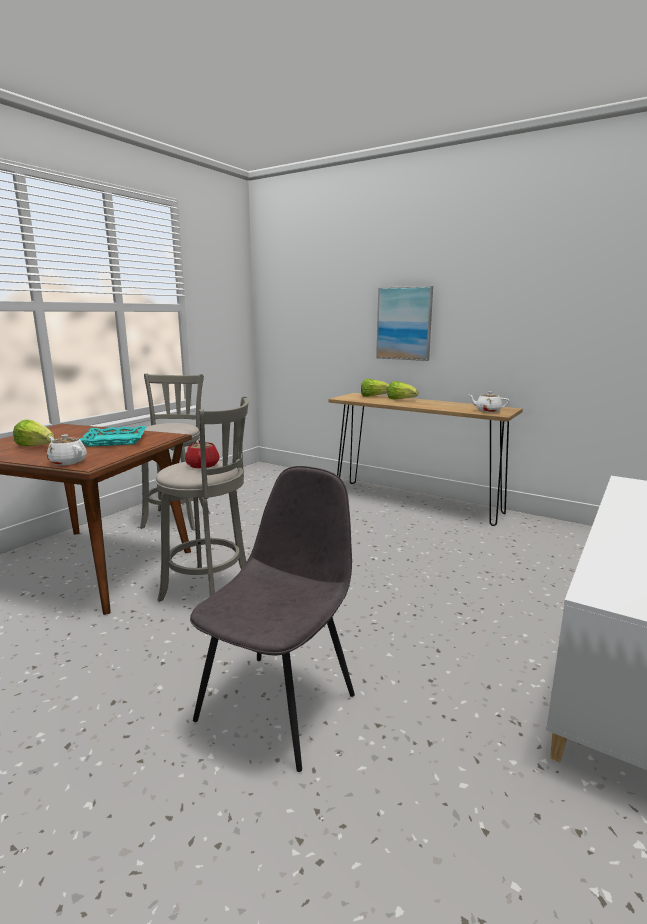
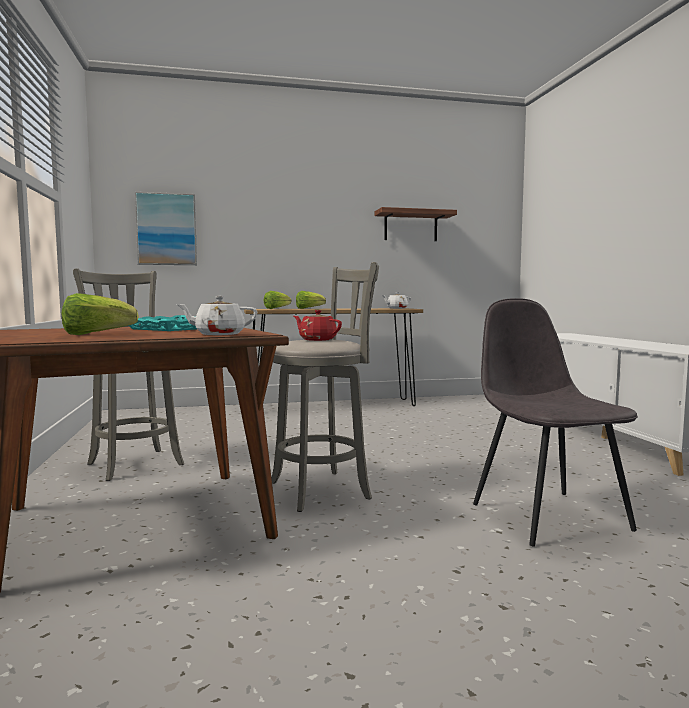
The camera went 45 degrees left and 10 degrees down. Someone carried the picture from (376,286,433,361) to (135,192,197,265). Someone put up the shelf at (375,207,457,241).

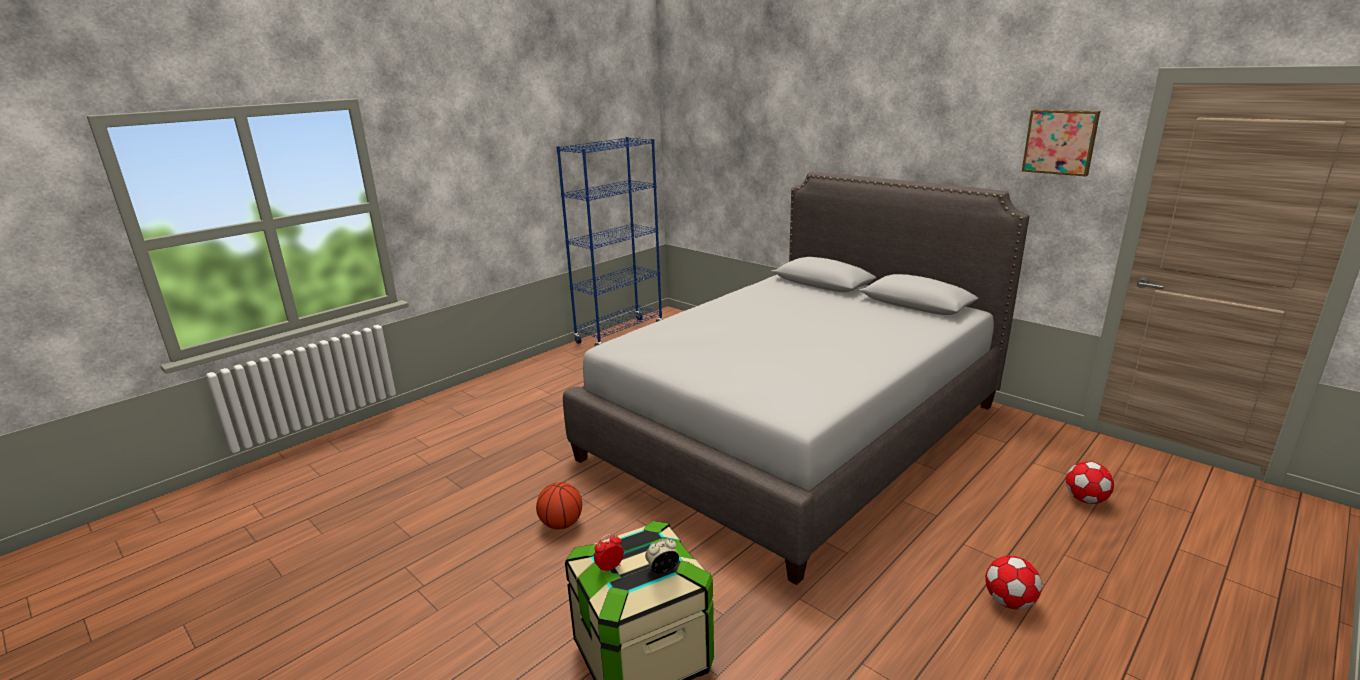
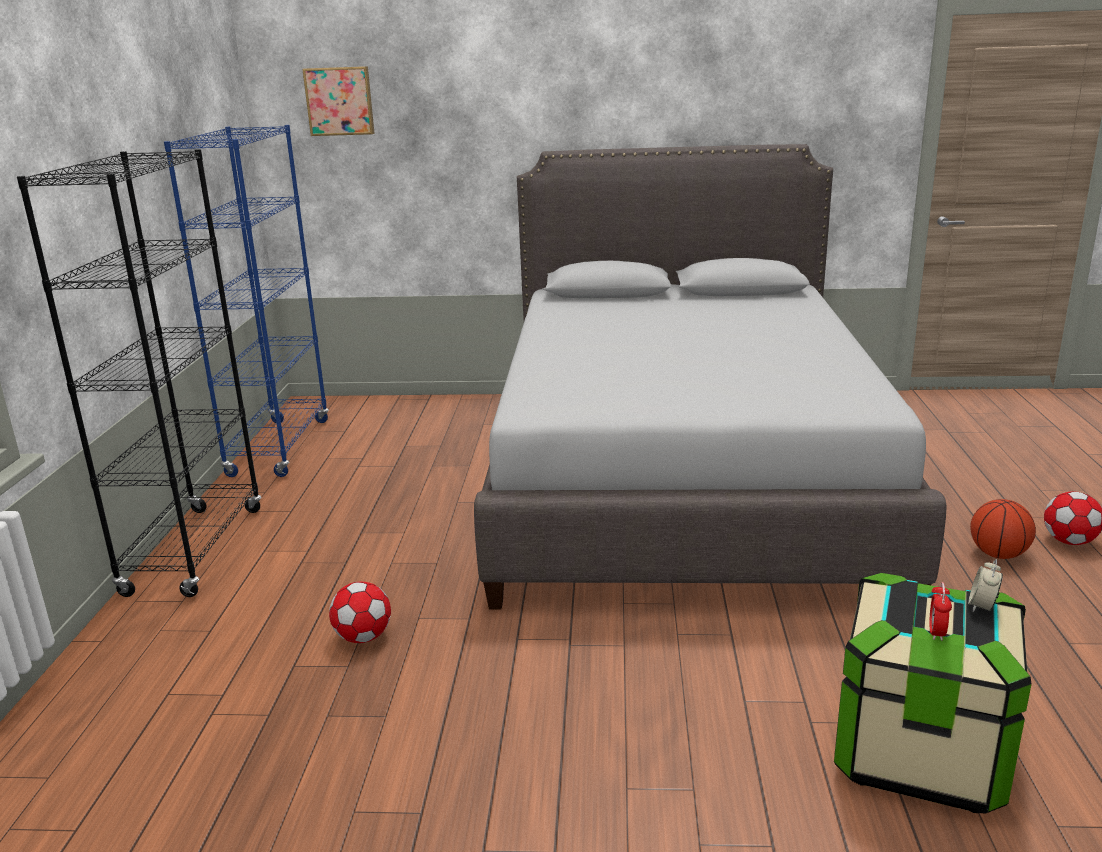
The camera went 40 degrees left and 0 degrees up. Someone carried the basketball from (536,482,582,529) to (970,499,1036,559). Someone carried the picture from (1022,109,1100,176) to (302,66,375,136). Someone carried the football from (1066,461,1114,504) to (329,581,391,643). Someone put down the black bookcase at (17,149,262,597).

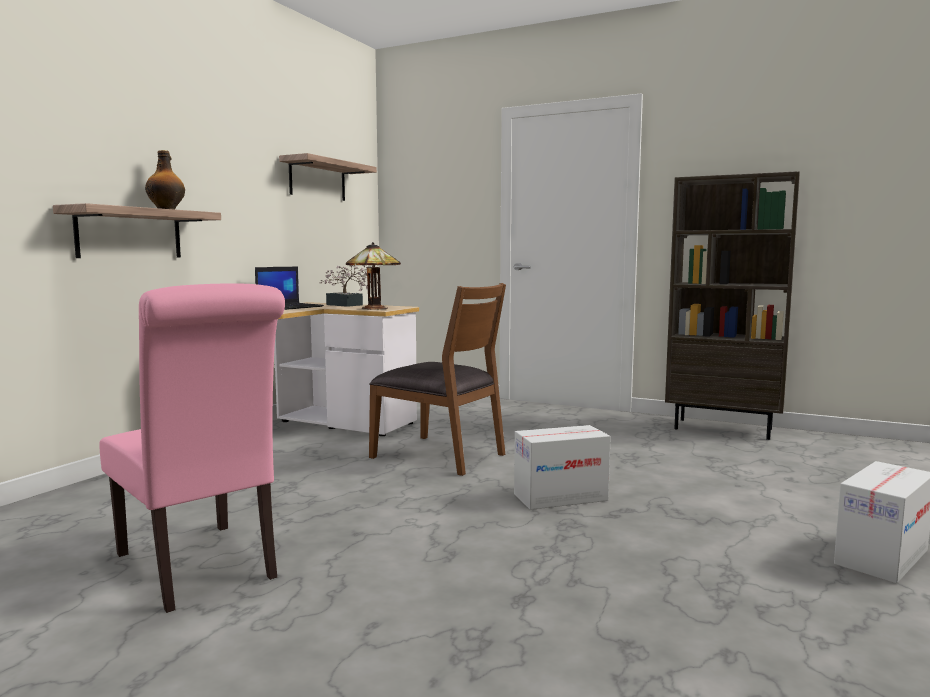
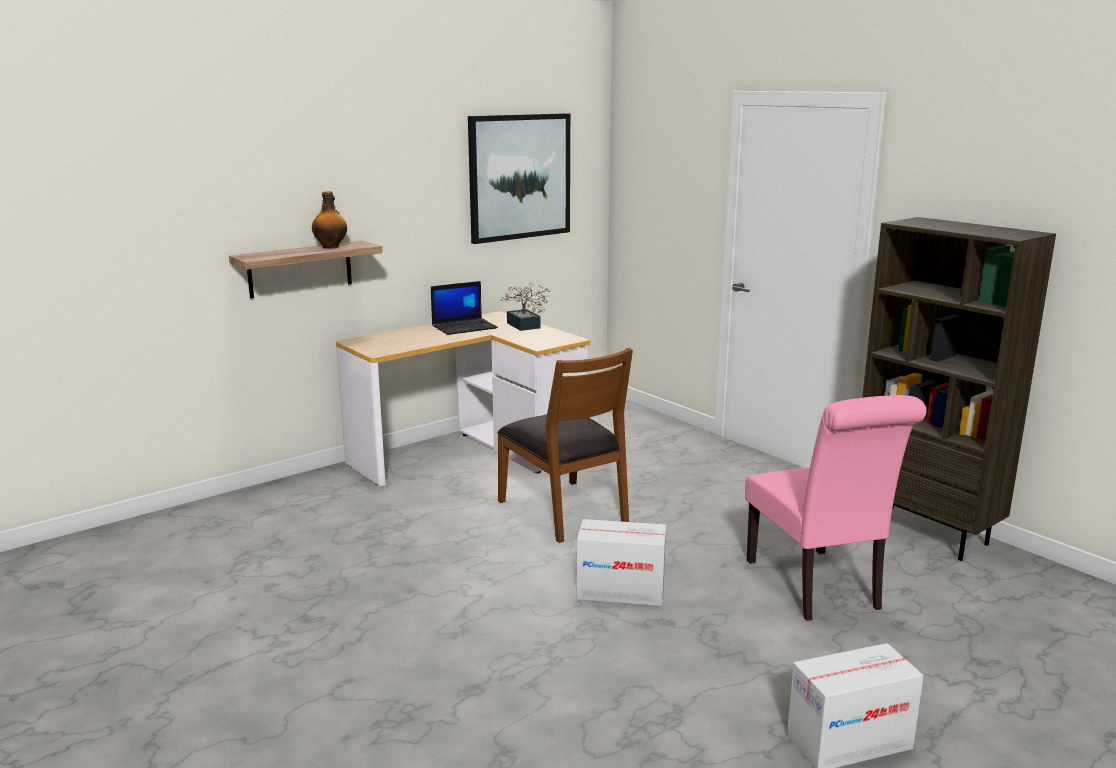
The camera went 25 degrees right and 10 degrees up. Someone carried the pink chair from (99,283,285,613) to (745,395,927,621). Someone swapped the shelf at (279,153,377,201) for the picture at (468,113,570,244). Someone took away the table lamp at (346,242,401,310).

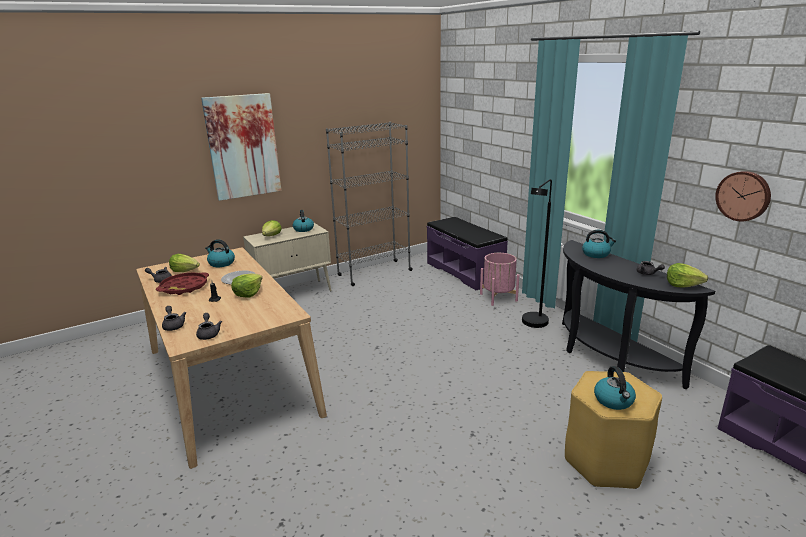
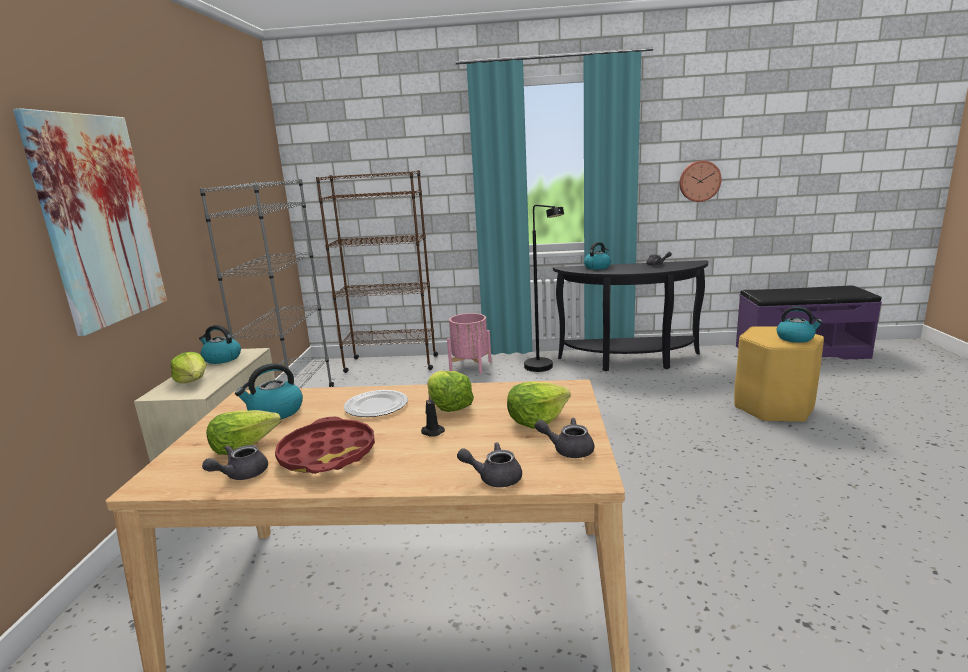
The camera went 55 degrees left and 5 degrees down. Someone swapped the purple bench at (427,217,508,290) for the brown bookcase at (316,170,438,373). Someone carried the lettuce from (667,263,708,288) to (507,382,571,429).

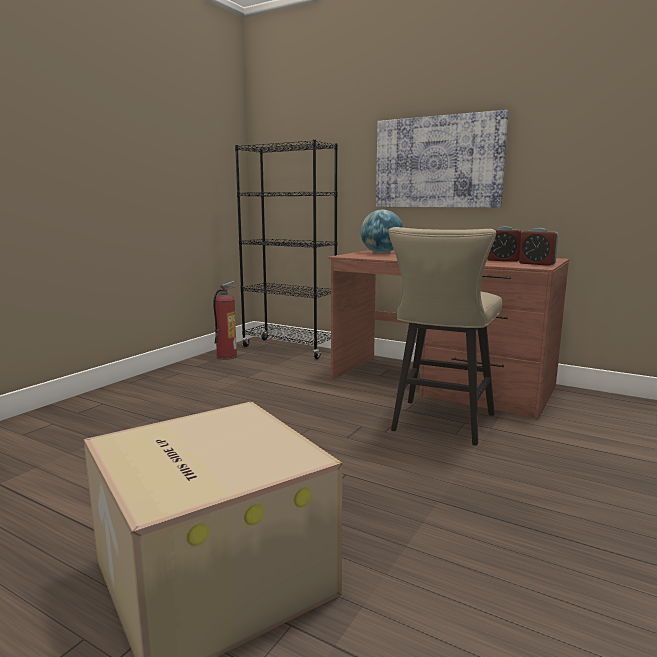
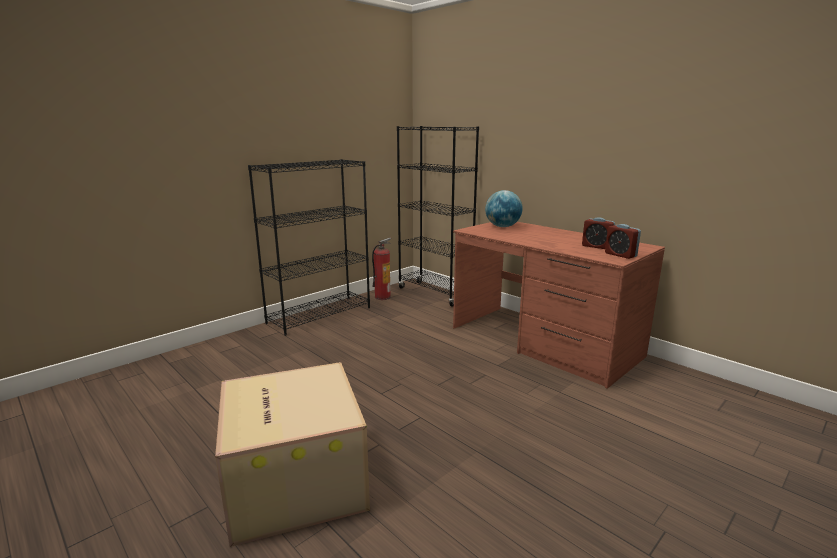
The camera went 15 degrees right and 5 degrees up. Someone took away the picture at (376,110,508,207). Someone took away the beige stool at (388,227,502,446). Someone put down the black bookcase at (248,159,370,336).

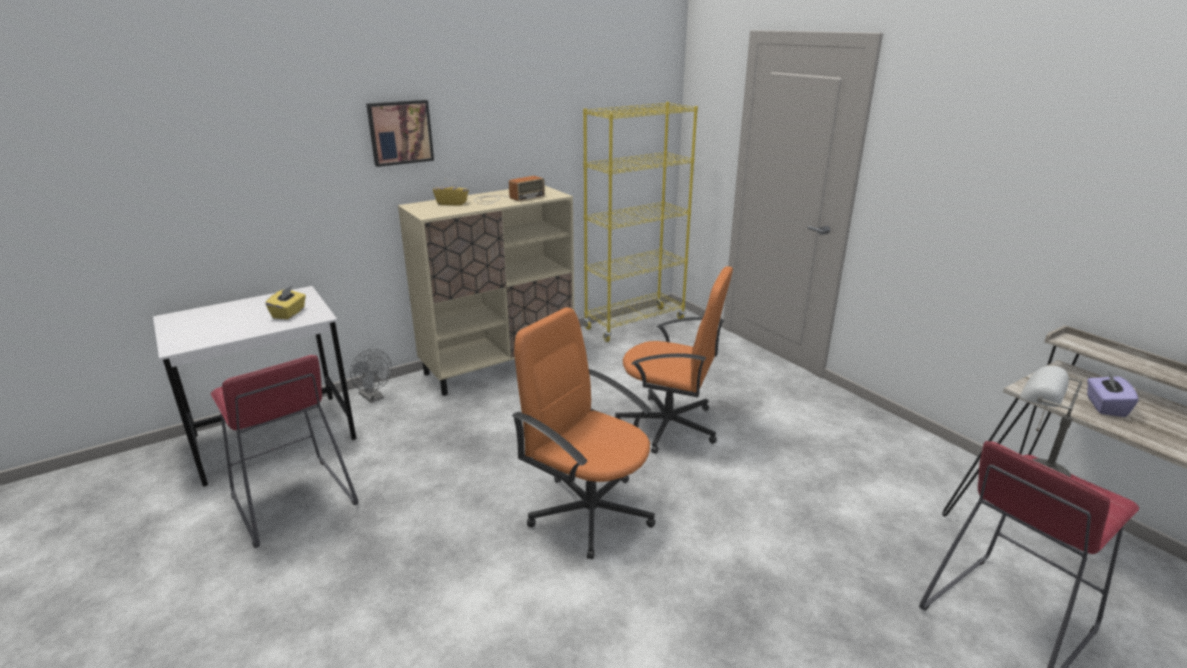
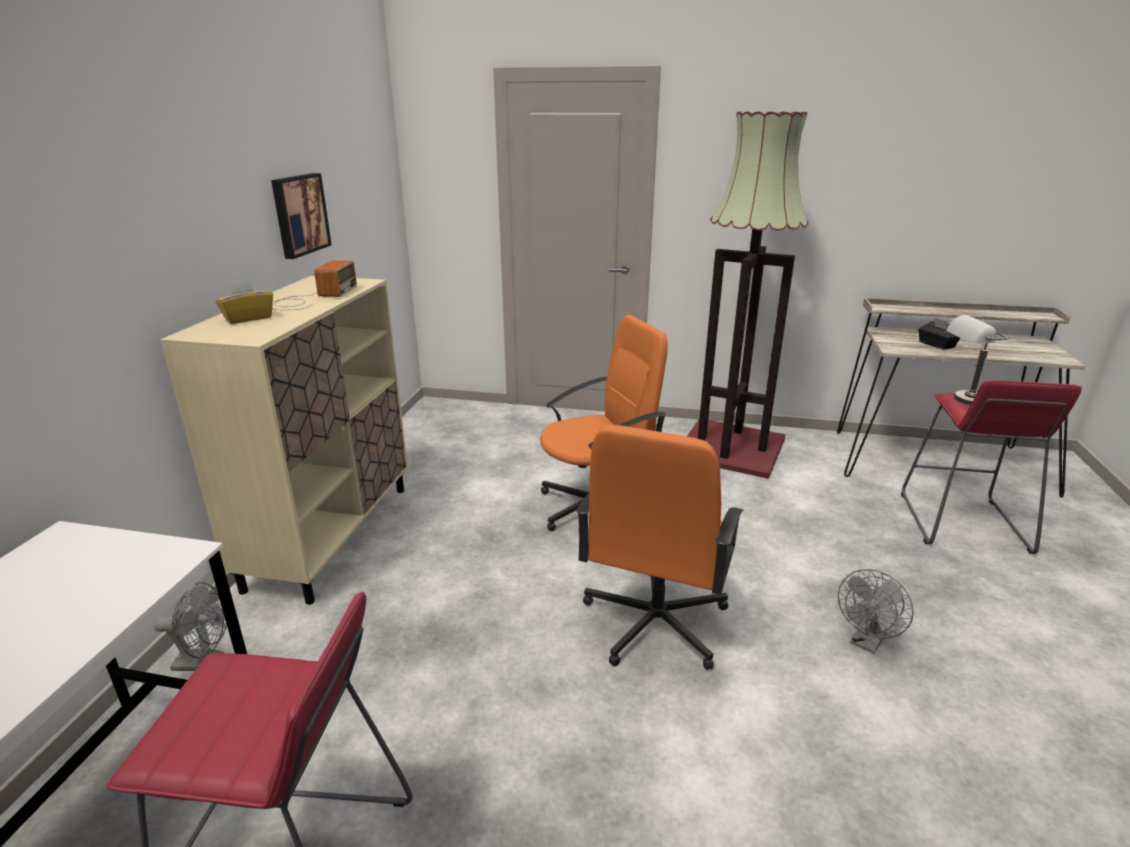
The camera went 45 degrees left and 0 degrees up. Someone took away the yellow tissue box at (265,286,306,319). Someone carried the picture from (366,100,434,167) to (271,173,332,259). Someone rotated the orange office chair at (512,307,656,560) by 60 degrees counterclockwise. Someone took away the yellow bookcase at (583,102,698,342). Someone repainted the purple tissue box at (1087,372,1139,417), which became the black tissue box at (918,317,960,350). Someone put down the floor lamp at (687,111,808,479). Someone put down the grey fan at (838,569,914,654).

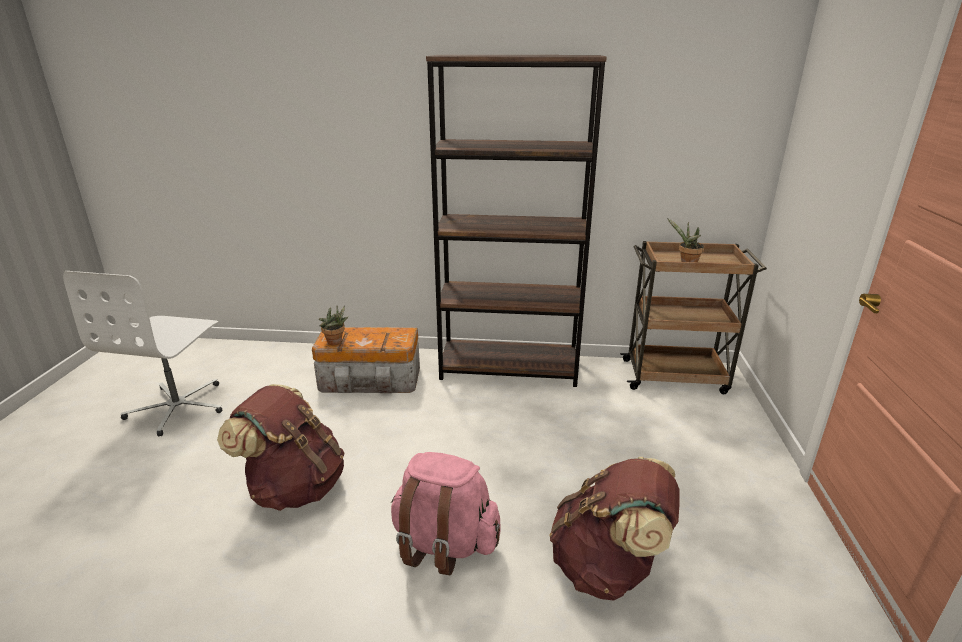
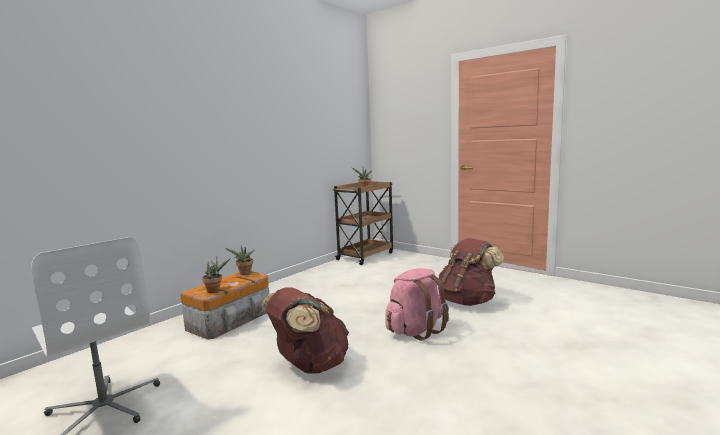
The camera went 55 degrees left and 15 degrees down. Someone took away the brown bookcase at (426,55,607,387). Someone put down the potted plant at (225,246,255,275).

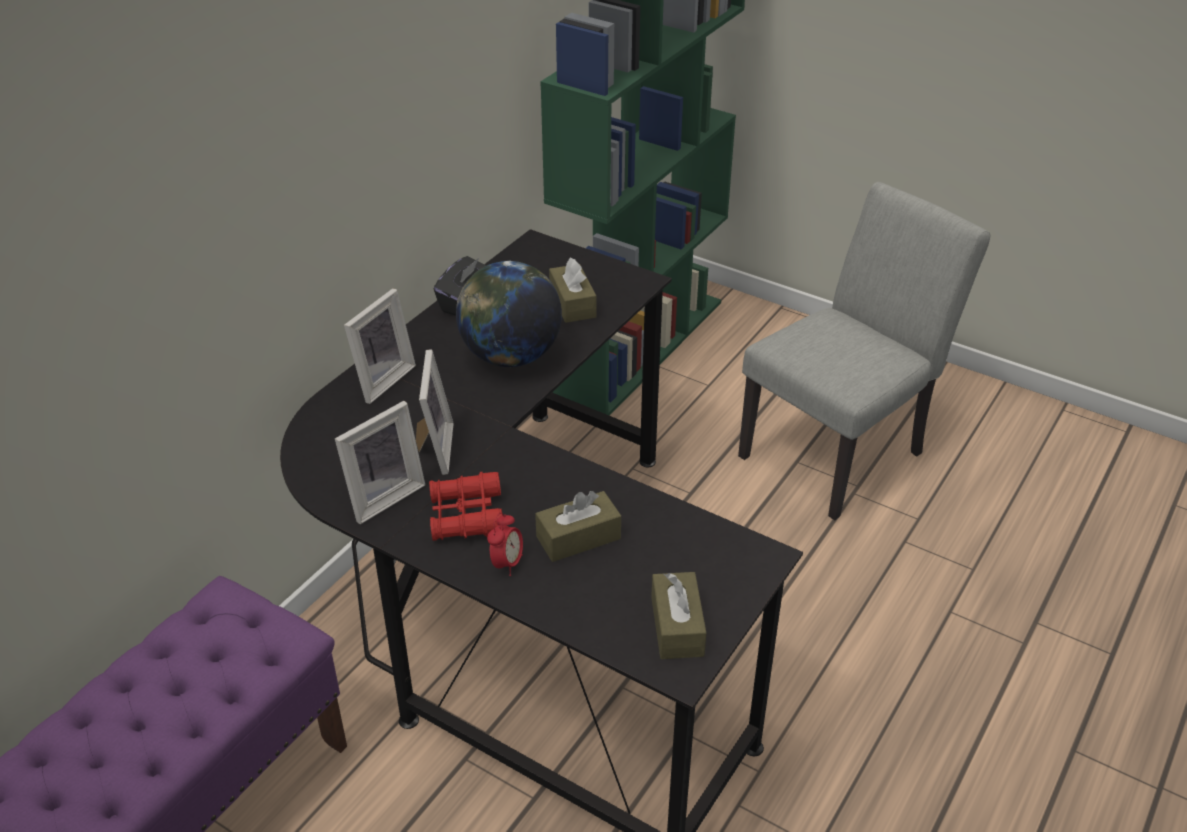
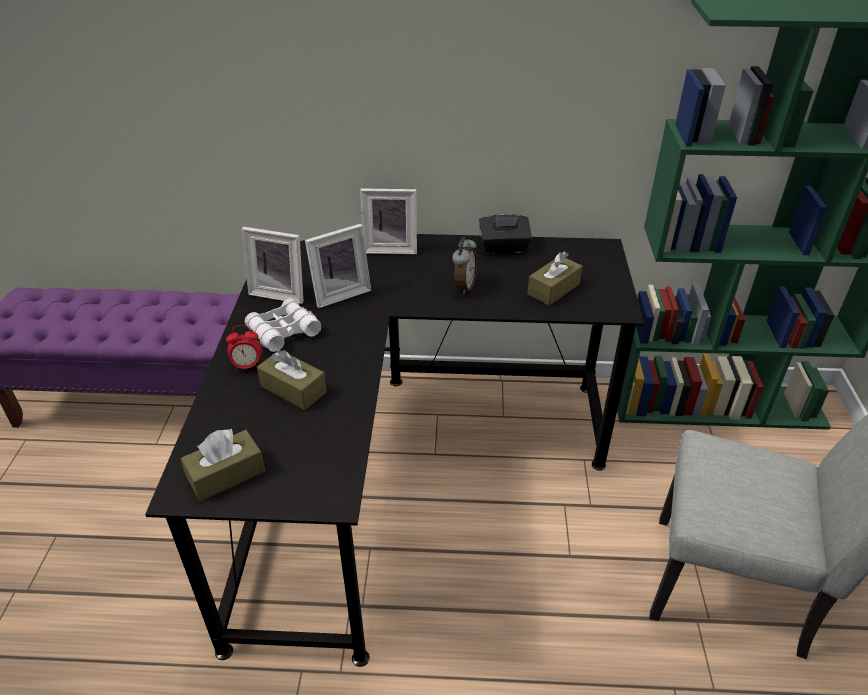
The camera went 60 degrees right and 0 degrees up. Someone repainted the red binoculars at (429,472,503,541), which became the white binoculars at (245,298,321,352). Someone swapped the globe at (456,260,562,367) for the alarm clock at (452,236,477,295).

